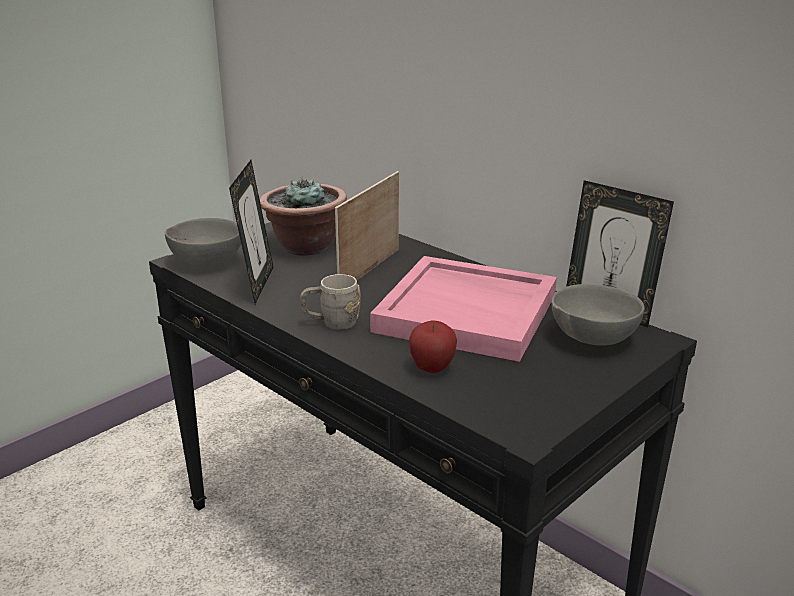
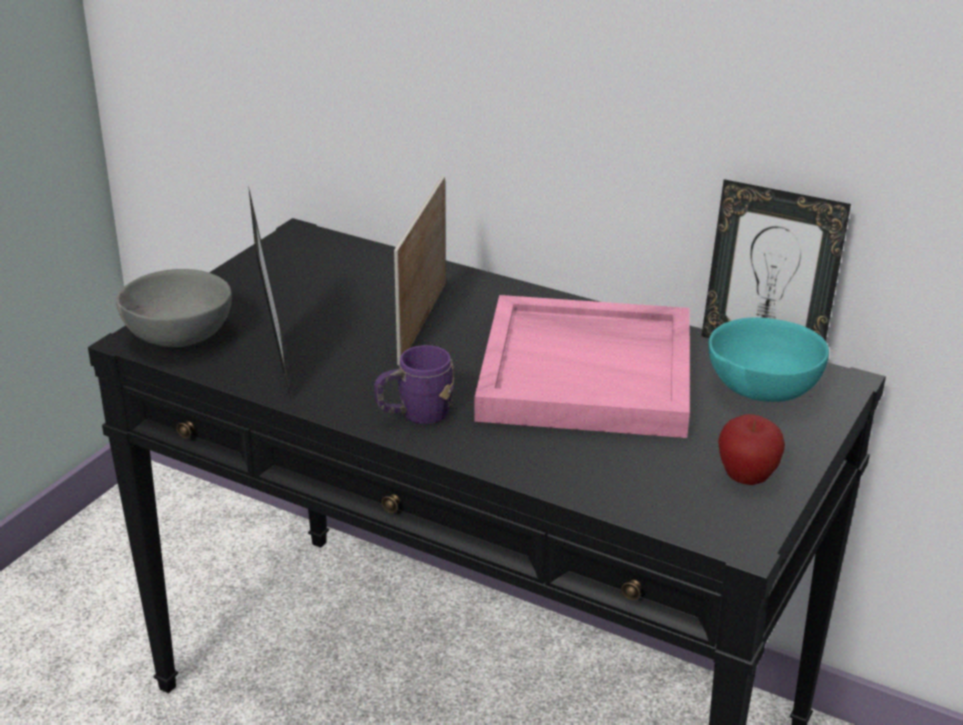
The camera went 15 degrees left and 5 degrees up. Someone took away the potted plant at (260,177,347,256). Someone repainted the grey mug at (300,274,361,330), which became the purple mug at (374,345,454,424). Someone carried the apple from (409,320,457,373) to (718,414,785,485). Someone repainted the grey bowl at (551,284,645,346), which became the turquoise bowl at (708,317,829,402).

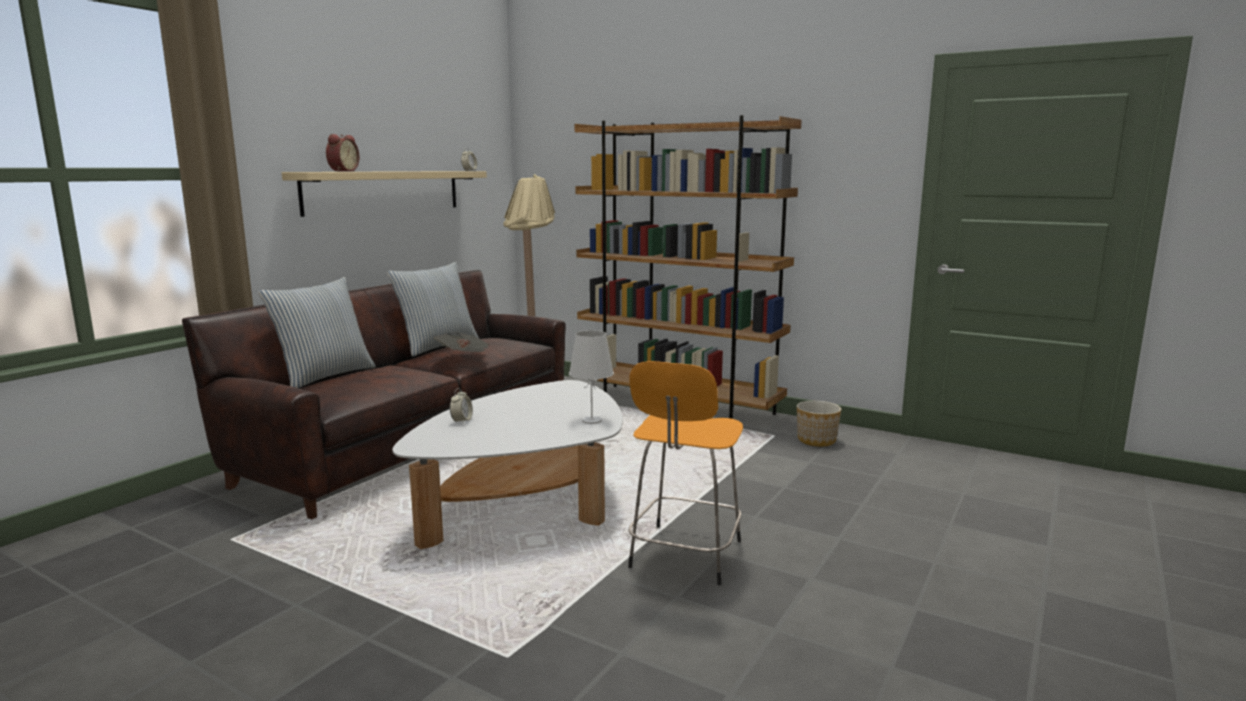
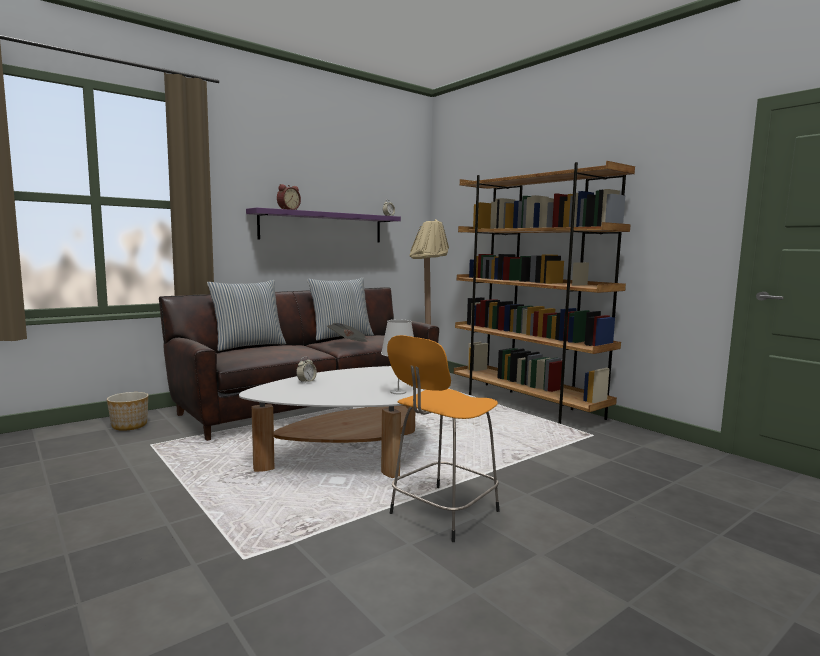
The camera went 20 degrees right and 5 degrees down. Someone repainted the beige shelf at (282,171,487,217), which became the purple shelf at (246,208,401,243). Someone carried the planter from (797,401,841,447) to (107,392,148,431).

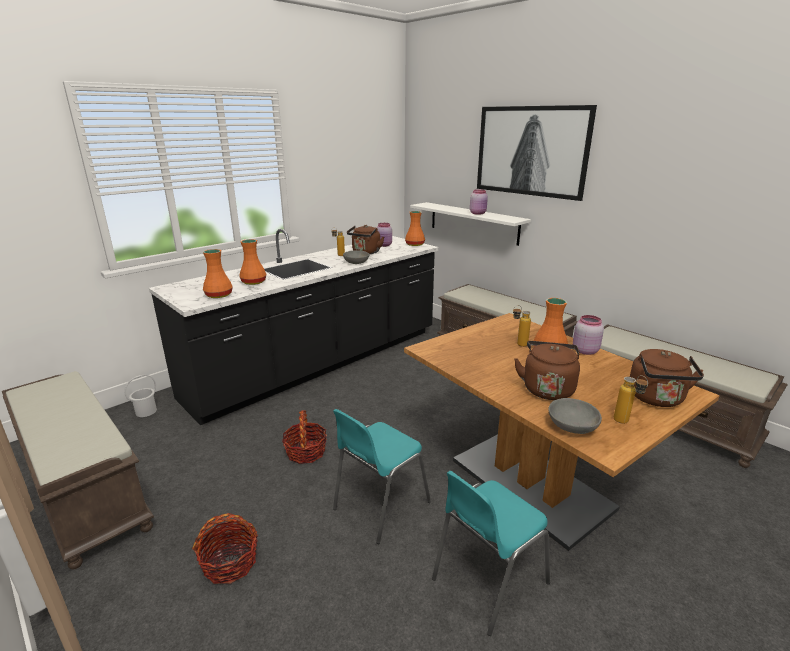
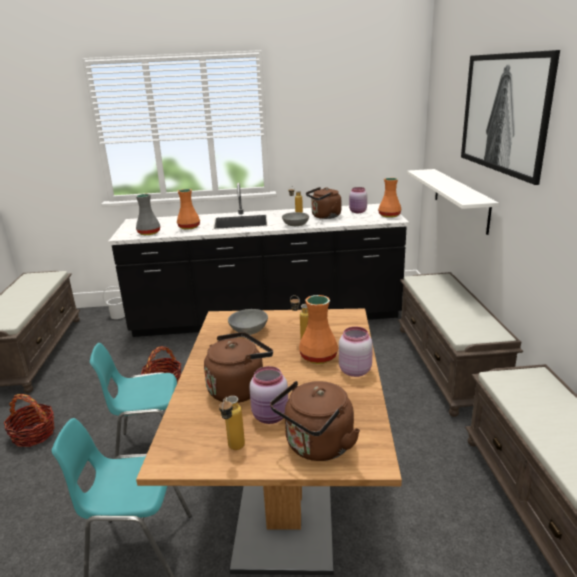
The camera went 40 degrees right and 0 degrees up. Someone repainted the orange vase at (203,249,233,298), which became the grey vase at (136,194,160,235). Someone carried the pink jar from (470,189,488,215) to (249,366,288,424). Someone carried the grey bowl from (548,398,602,434) to (228,309,268,335).

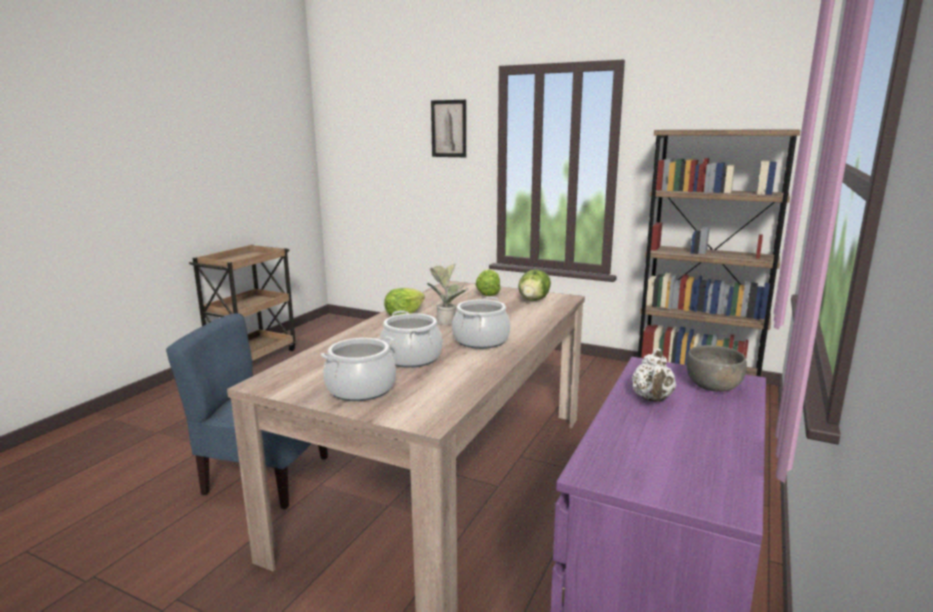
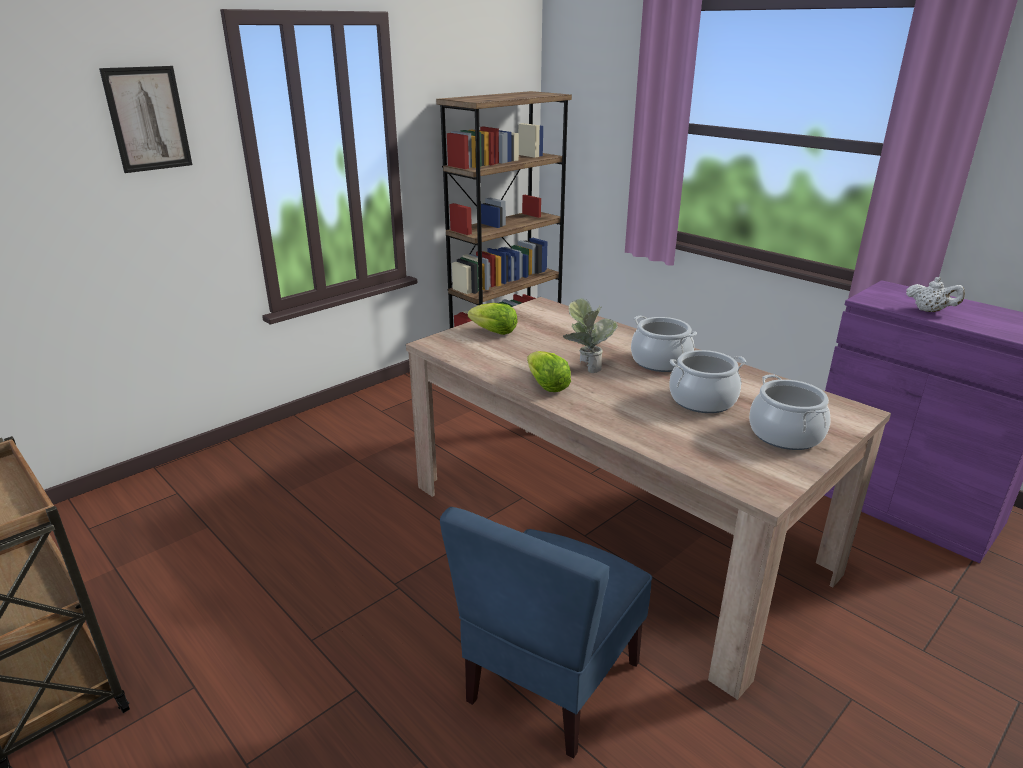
The camera went 70 degrees left and 10 degrees up. Someone took away the lettuce at (518,269,551,301). Someone took away the grey bowl at (686,345,747,392).

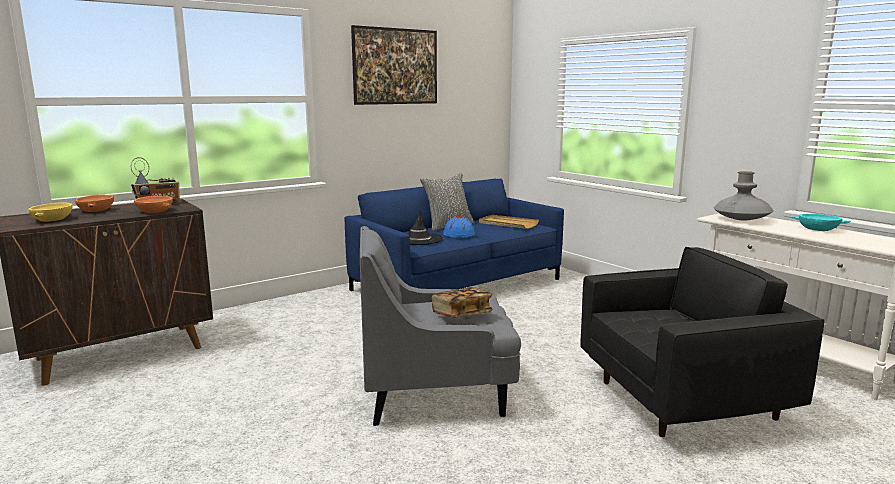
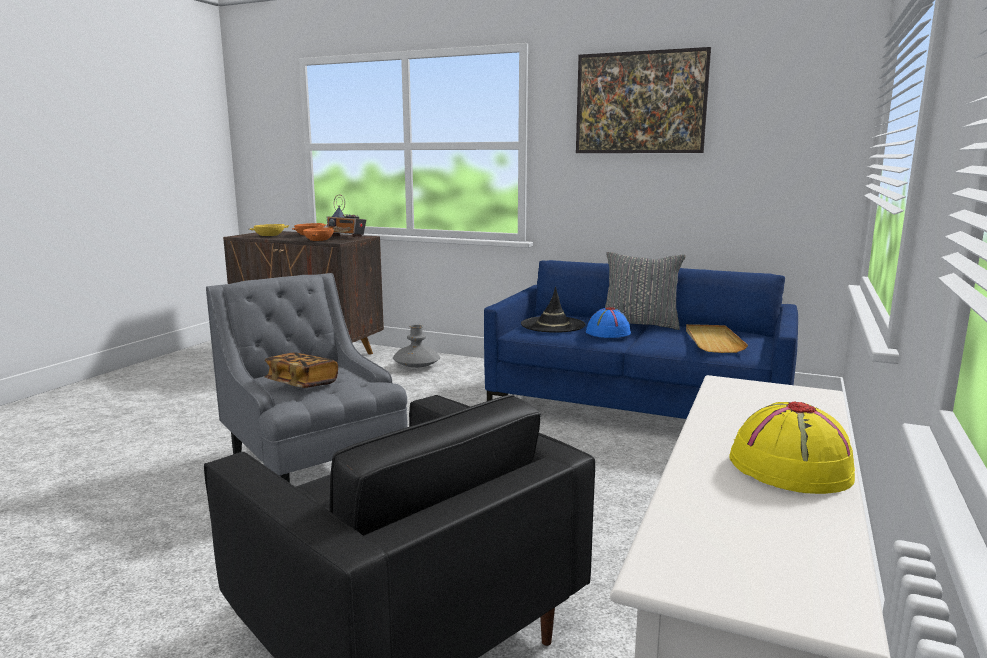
The camera went 60 degrees right and 0 degrees up. Someone carried the grey vase from (714,171,773,220) to (393,325,440,368). Someone swapped the turquoise bowl at (791,214,851,231) for the yellow hat at (730,402,855,494).

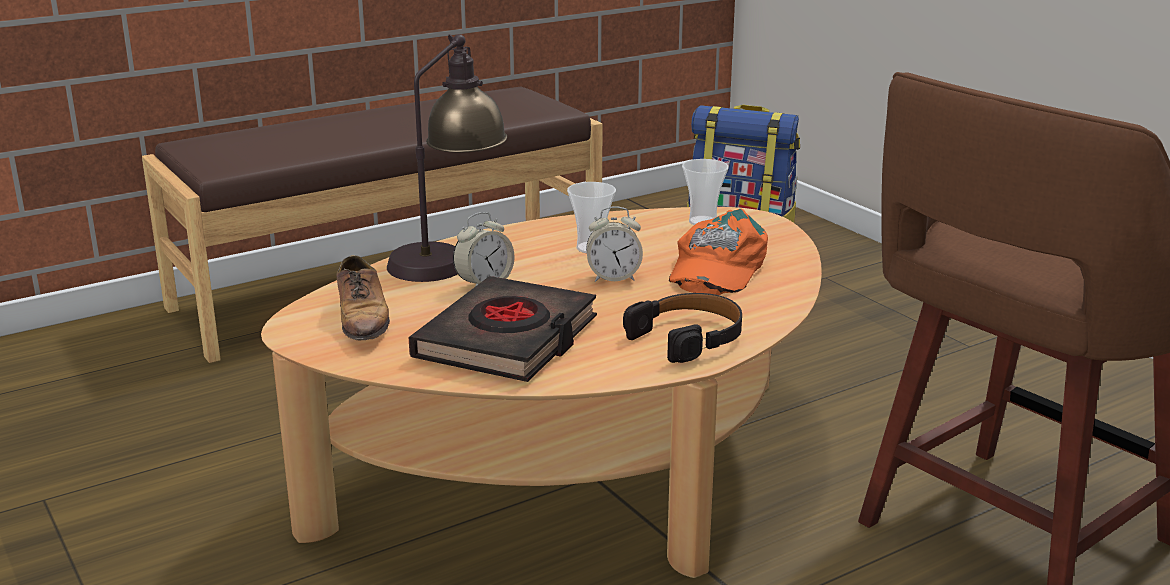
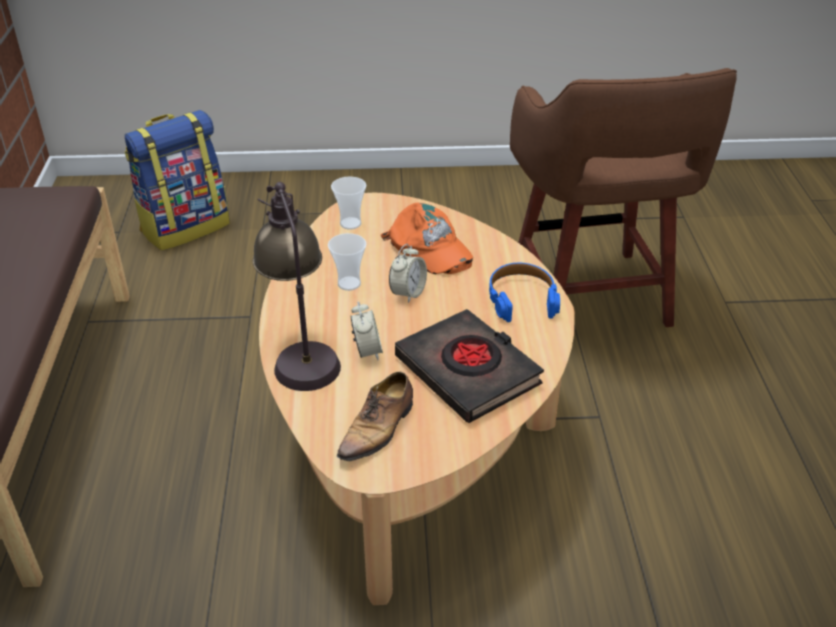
The camera went 60 degrees left and 15 degrees up. Someone rotated the shoe at (336,255,390,348) by 105 degrees clockwise. Someone repainted the black headphones at (623,293,742,363), which became the blue headphones at (489,263,560,322).

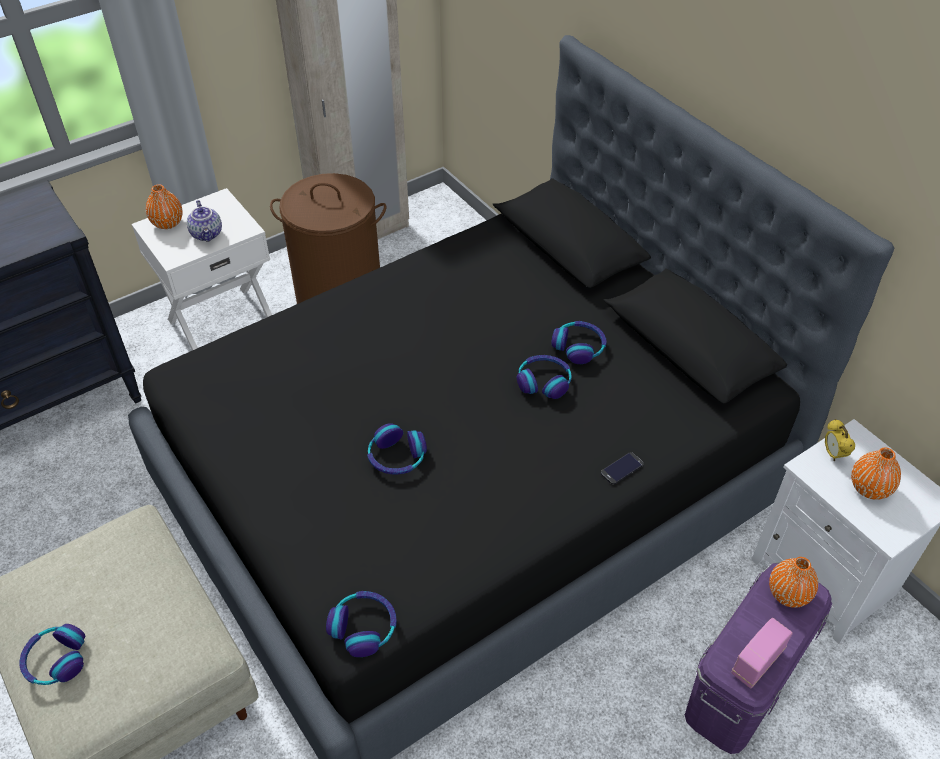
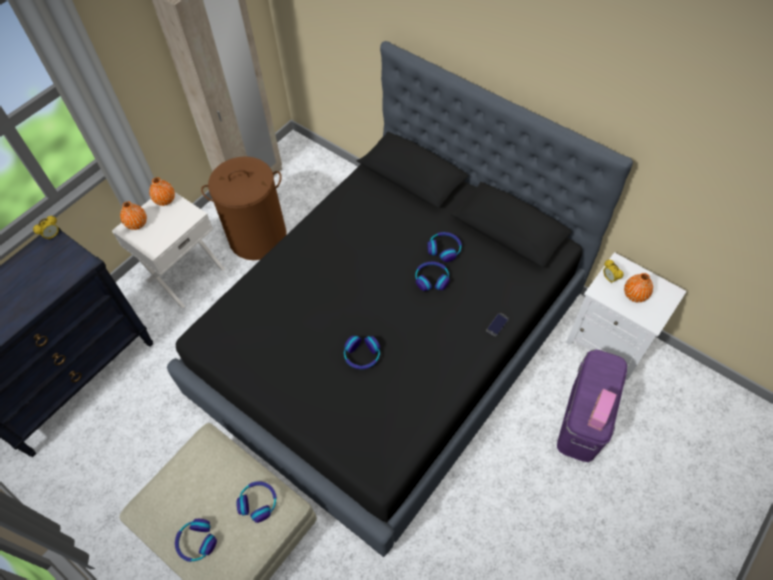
The camera went 15 degrees left and 10 degrees up. Someone took away the teapot at (187,200,222,242). Someone carried the headphones from (326,591,397,657) to (236,481,277,523). Someone carried the orange vase from (769,557,818,608) to (149,177,175,206). Someone put down the alarm clock at (33,216,59,240).

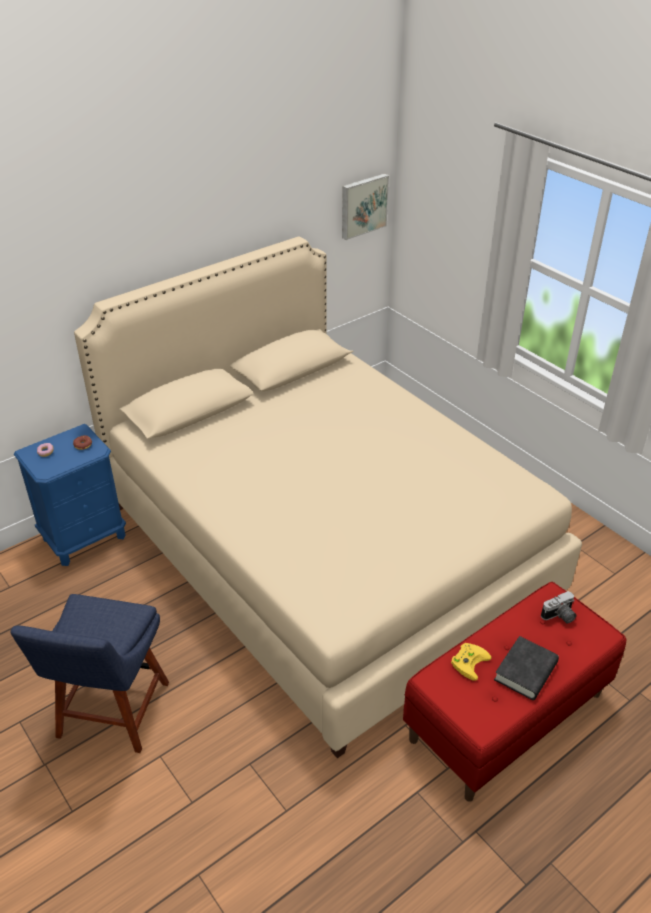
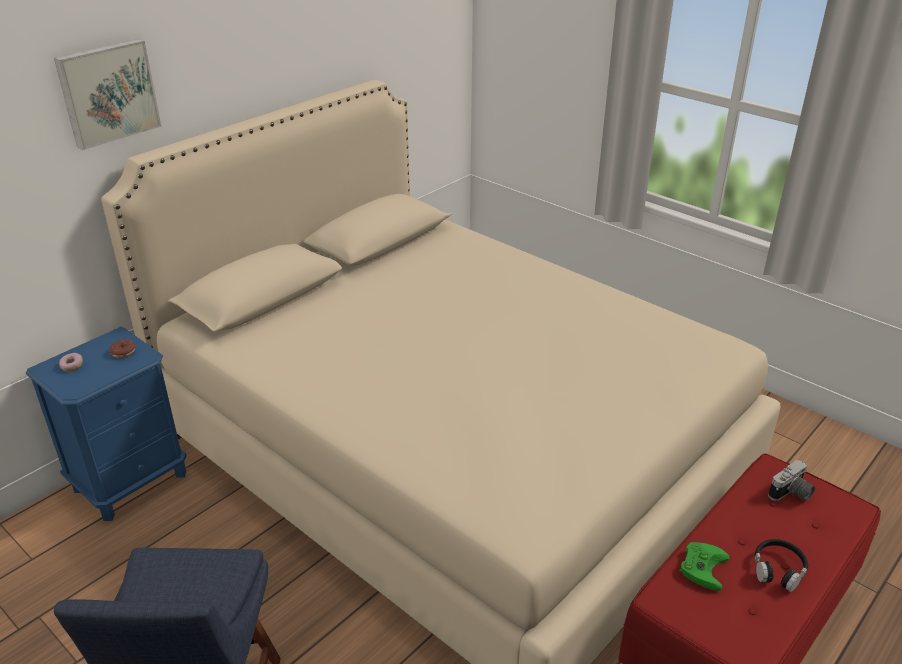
The camera went 10 degrees left and 5 degrees down. Someone carried the picture from (342,173,389,240) to (54,39,161,150). Someone repainted the yellow game controller at (451,643,492,681), which became the green game controller at (679,542,730,591). Someone swapped the black book at (494,636,559,700) for the black headphones at (755,539,808,592).

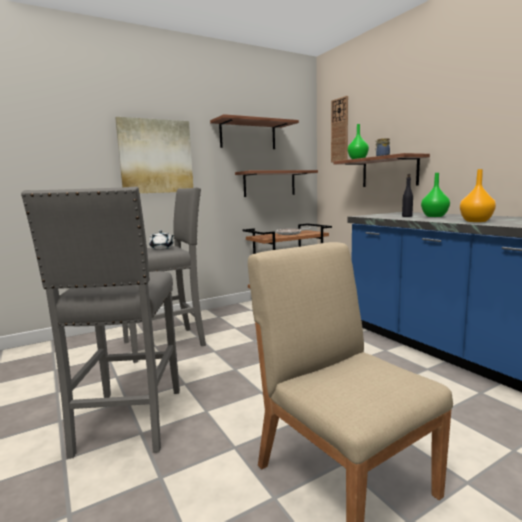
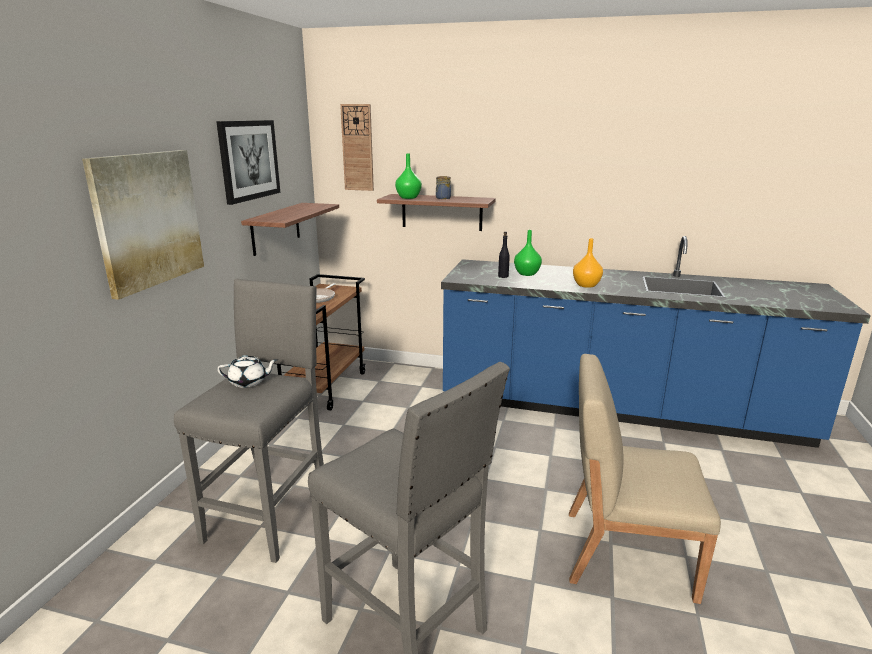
The camera went 45 degrees left and 10 degrees up. Someone swapped the shelf at (210,114,299,149) for the picture at (216,120,280,205).

